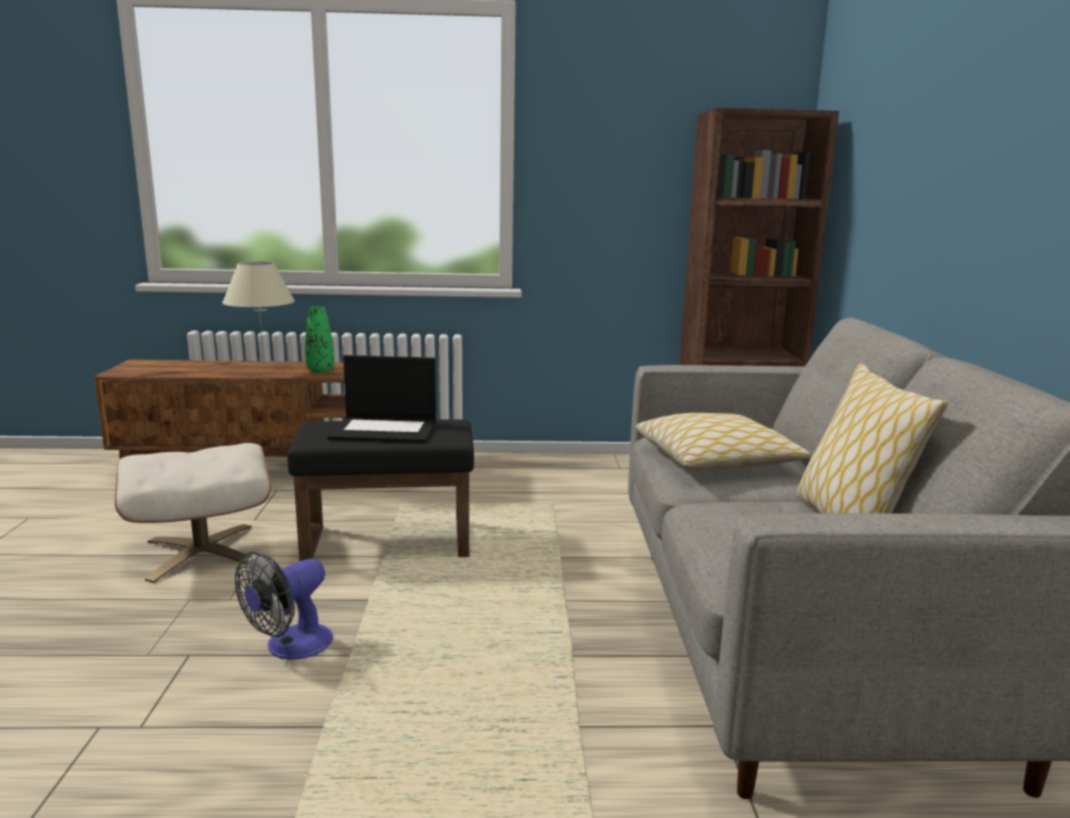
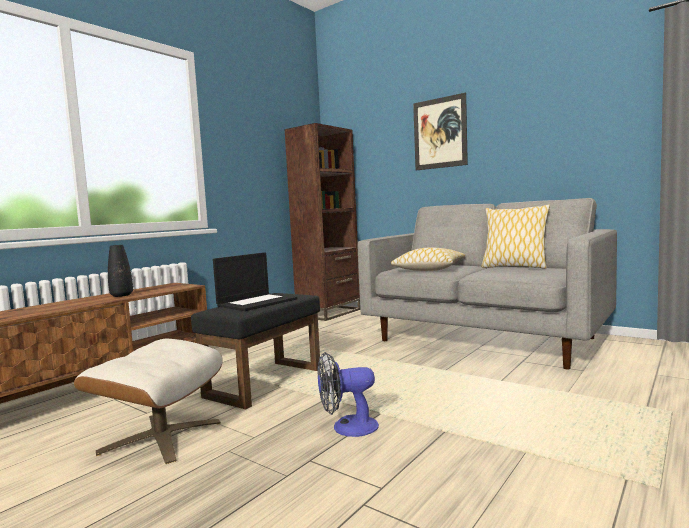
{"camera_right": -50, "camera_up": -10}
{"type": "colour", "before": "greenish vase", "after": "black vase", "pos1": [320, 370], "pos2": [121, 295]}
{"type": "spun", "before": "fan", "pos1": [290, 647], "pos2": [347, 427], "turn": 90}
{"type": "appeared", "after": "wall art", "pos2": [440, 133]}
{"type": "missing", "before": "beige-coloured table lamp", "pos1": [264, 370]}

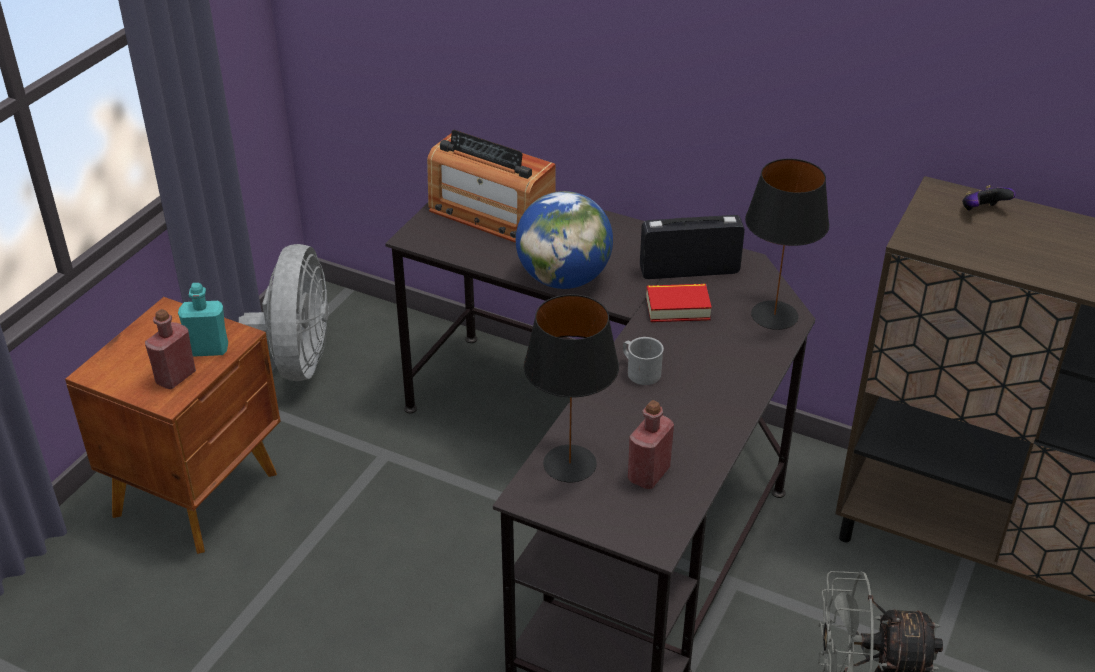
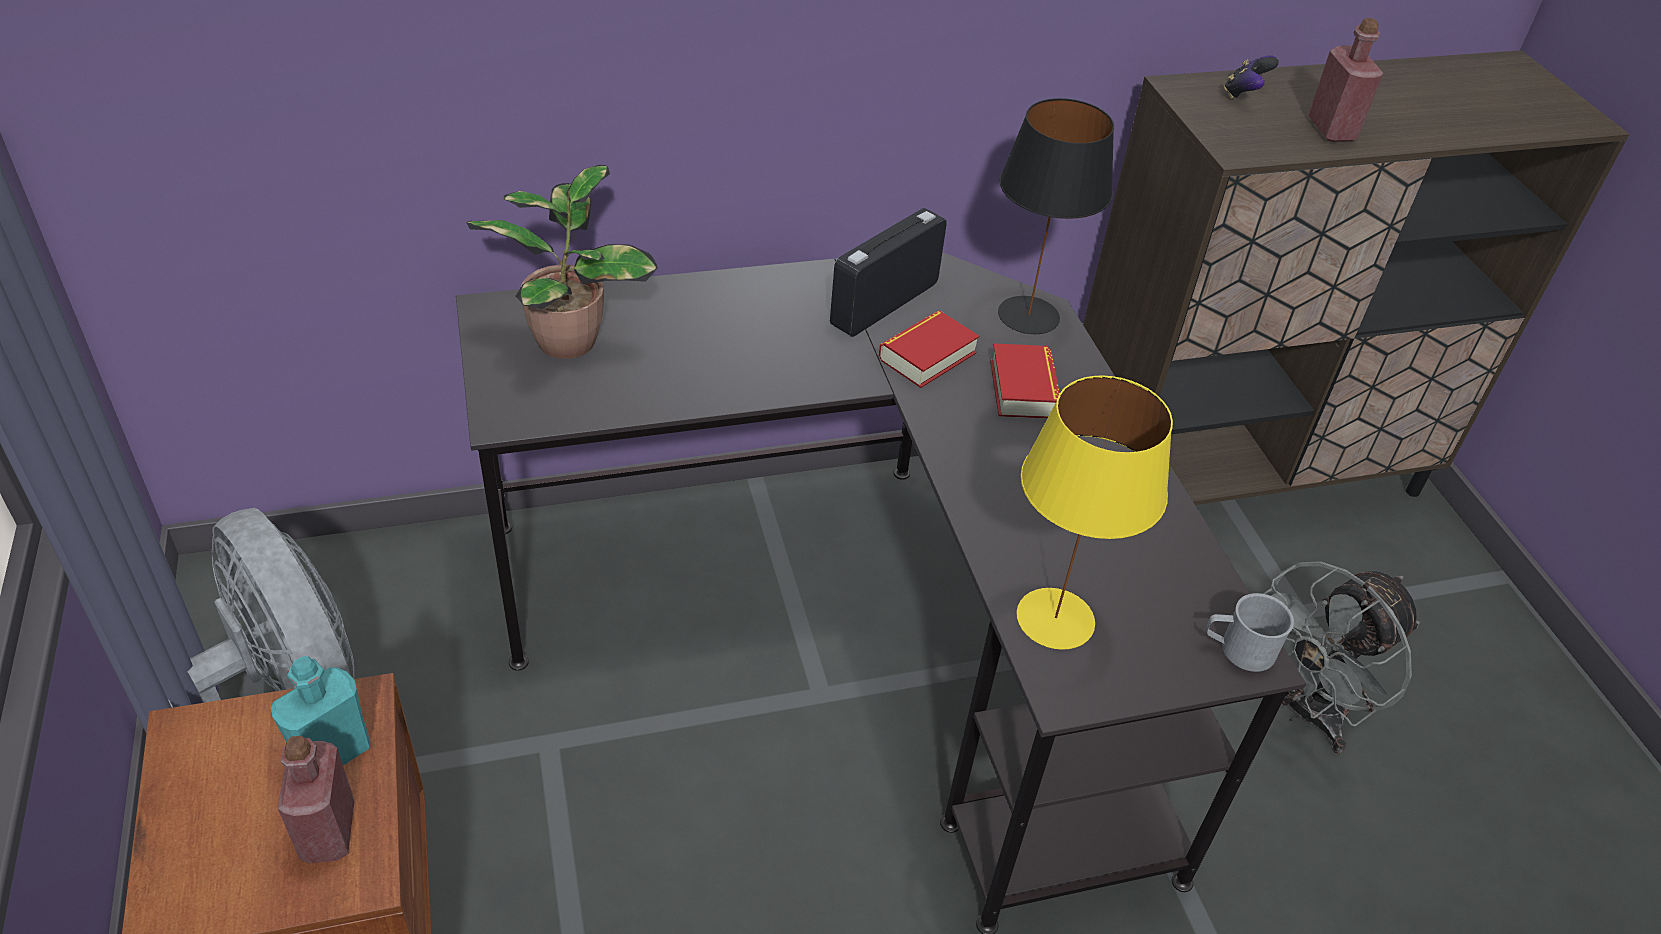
{"camera_right": -45, "camera_up": 5}
{"type": "exchanged", "before": "radio receiver", "after": "houseplant", "pos1": [491, 214], "pos2": [569, 338]}
{"type": "appeared", "after": "book", "pos2": [1023, 389]}
{"type": "colour", "before": "black table lamp", "after": "yellowish table lamp", "pos1": [569, 464], "pos2": [1055, 620]}
{"type": "relocated", "before": "grey mug", "pos1": [640, 371], "pos2": [1238, 649]}
{"type": "relocated", "before": "red drink bottle", "pos1": [648, 474], "pos2": [1331, 129]}
{"type": "missing", "before": "desk globe", "pos1": [563, 279]}

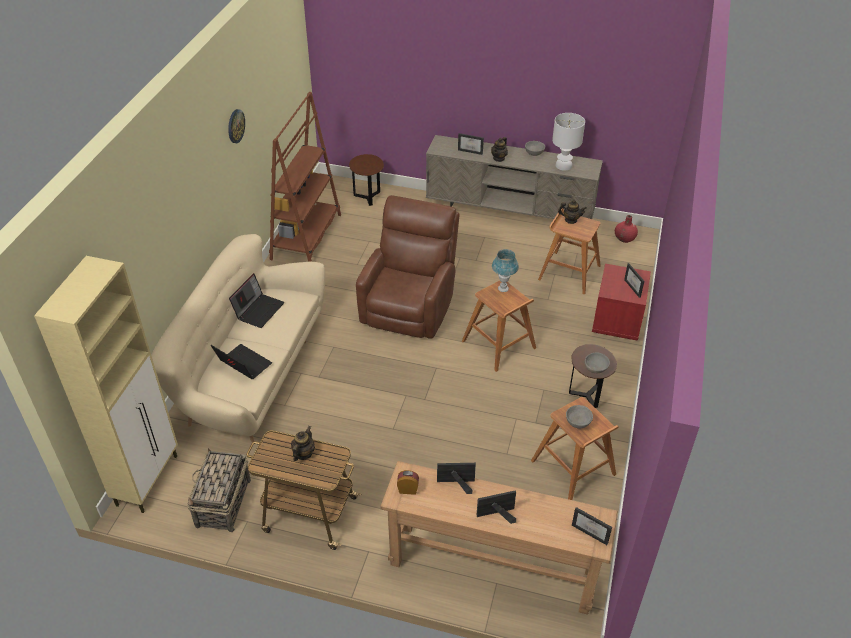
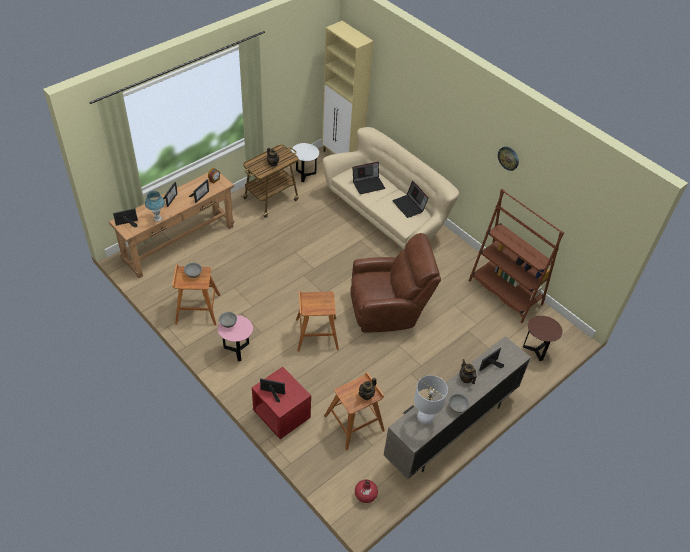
{"camera_right": 120, "camera_up": 5}
{"type": "relocated", "before": "blue table lamp", "pos1": [503, 288], "pos2": [157, 218]}
{"type": "colour", "before": "brown-coloured end table", "after": "pinkish end table", "pos1": [587, 395], "pos2": [237, 350]}
{"type": "exchanged", "before": "basket", "after": "white end table", "pos1": [223, 503], "pos2": [305, 175]}
{"type": "spun", "before": "brown-coloured lounge chair", "pos1": [409, 307], "pos2": [388, 309], "turn": -60}

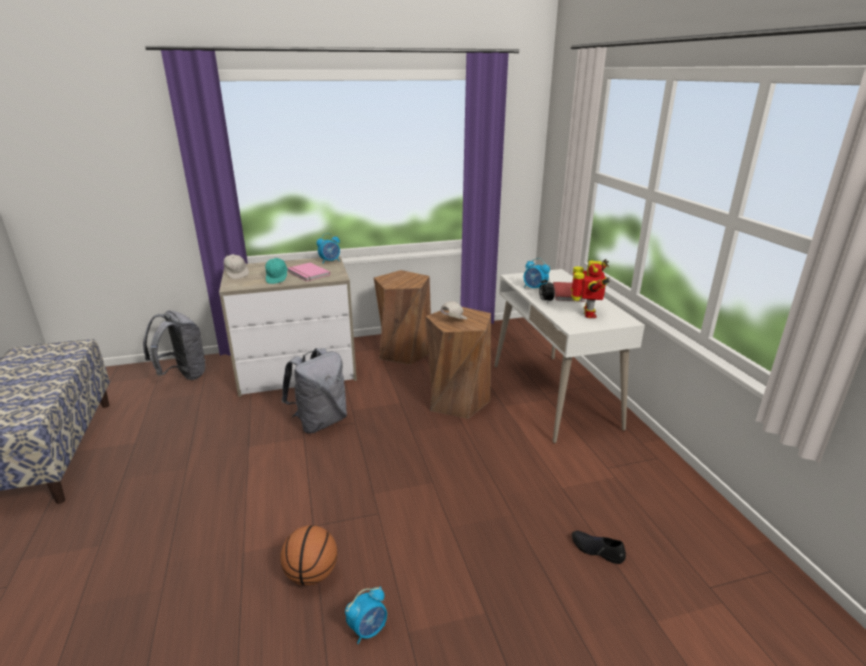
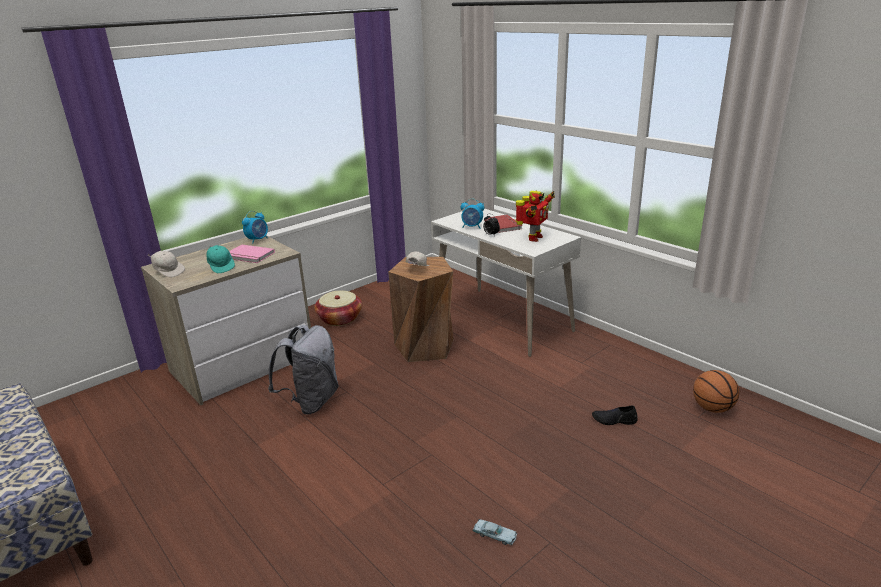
{"camera_right": -25, "camera_up": 0}
{"type": "exchanged", "before": "brown-coloured stool", "after": "basket", "pos1": [404, 351], "pos2": [340, 318]}
{"type": "exchanged", "before": "alarm clock", "after": "blue toy car", "pos1": [368, 629], "pos2": [494, 535]}
{"type": "spun", "before": "robot figure", "pos1": [587, 314], "pos2": [533, 238], "turn": 45}
{"type": "relocated", "before": "basketball ball", "pos1": [311, 574], "pos2": [712, 408]}
{"type": "missing", "before": "grey rucksack", "pos1": [183, 375]}

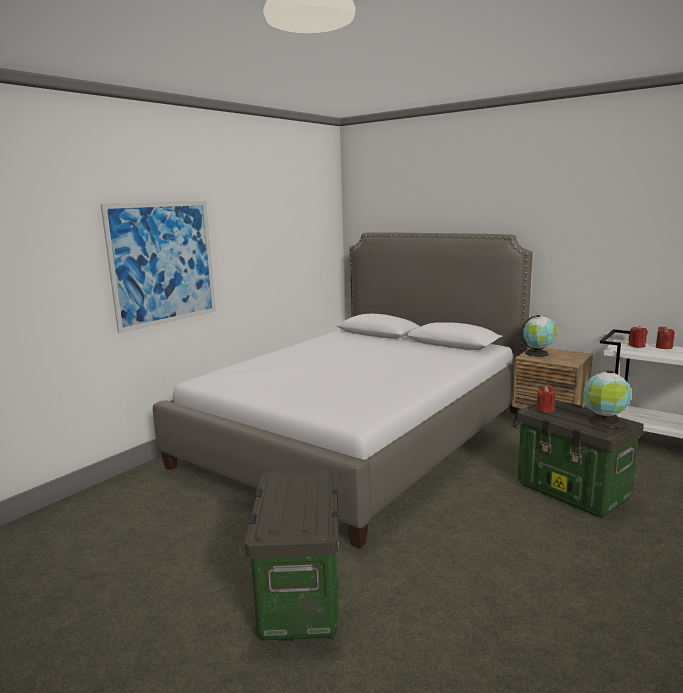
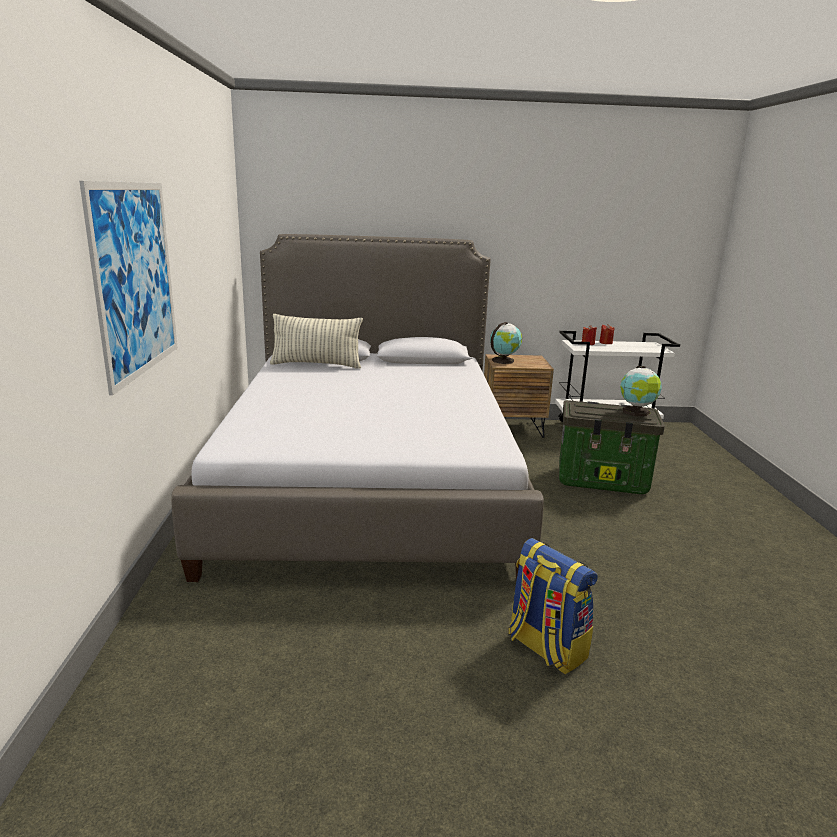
{"camera_right": -40, "camera_up": 5}
{"type": "appeared", "after": "throw pillow", "pos2": [316, 365]}
{"type": "exchanged", "before": "storage box", "after": "rucksack", "pos1": [299, 596], "pos2": [545, 648]}
{"type": "missing", "before": "red wax light", "pos1": [545, 409]}

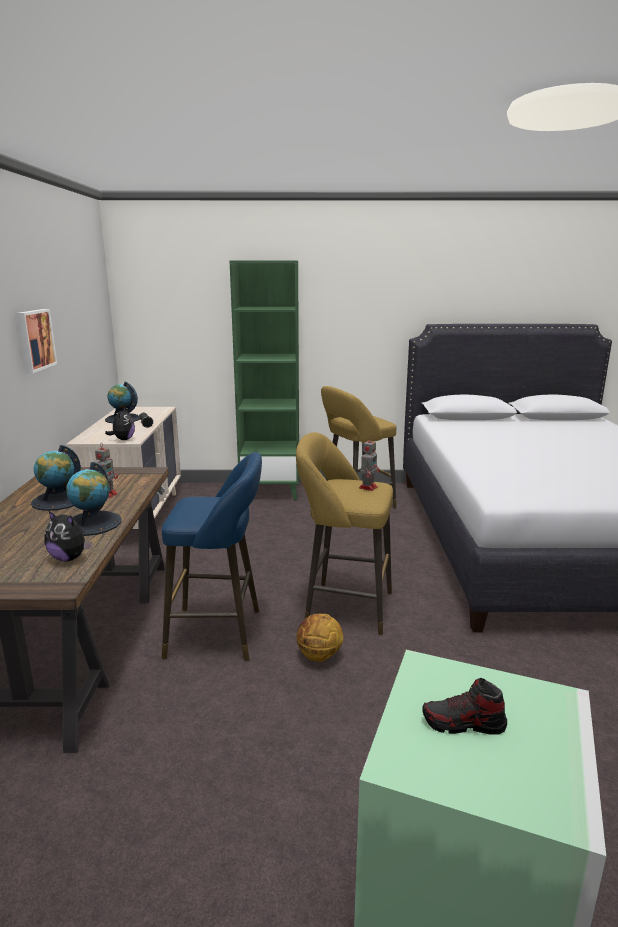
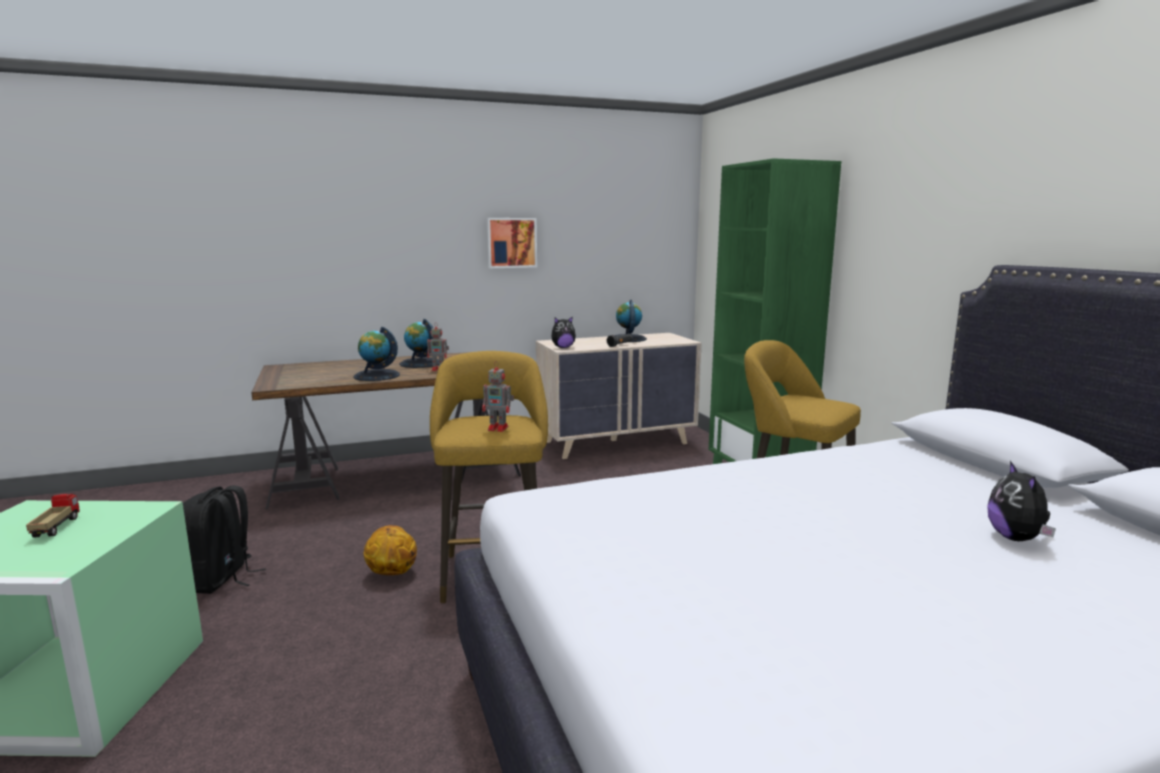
{"camera_right": 70, "camera_up": -5}
{"type": "exchanged", "before": "shoe", "after": "toy lorry", "pos1": [463, 723], "pos2": [56, 527]}
{"type": "appeared", "after": "black rucksack", "pos2": [220, 579]}
{"type": "relocated", "before": "cuddly toy", "pos1": [69, 558], "pos2": [1016, 538]}
{"type": "missing", "before": "blue stool", "pos1": [220, 633]}

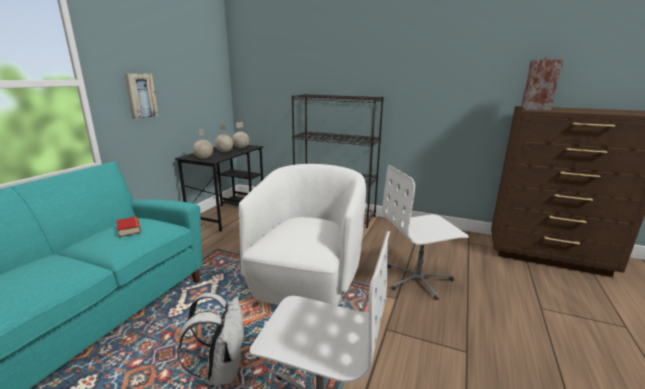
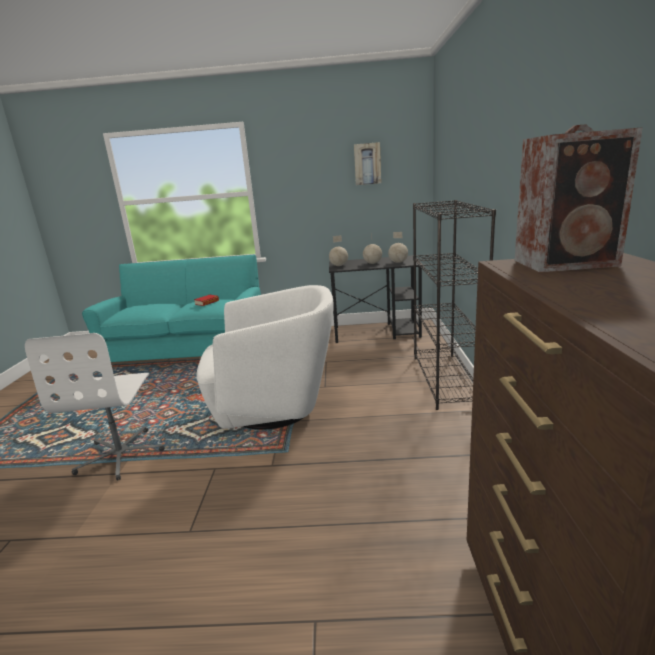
{"camera_right": 70, "camera_up": 0}
{"type": "relocated", "before": "wall art", "pos1": [140, 95], "pos2": [367, 164]}
{"type": "missing", "before": "white rucksack", "pos1": [222, 370]}
{"type": "missing", "before": "white office chair", "pos1": [418, 279]}

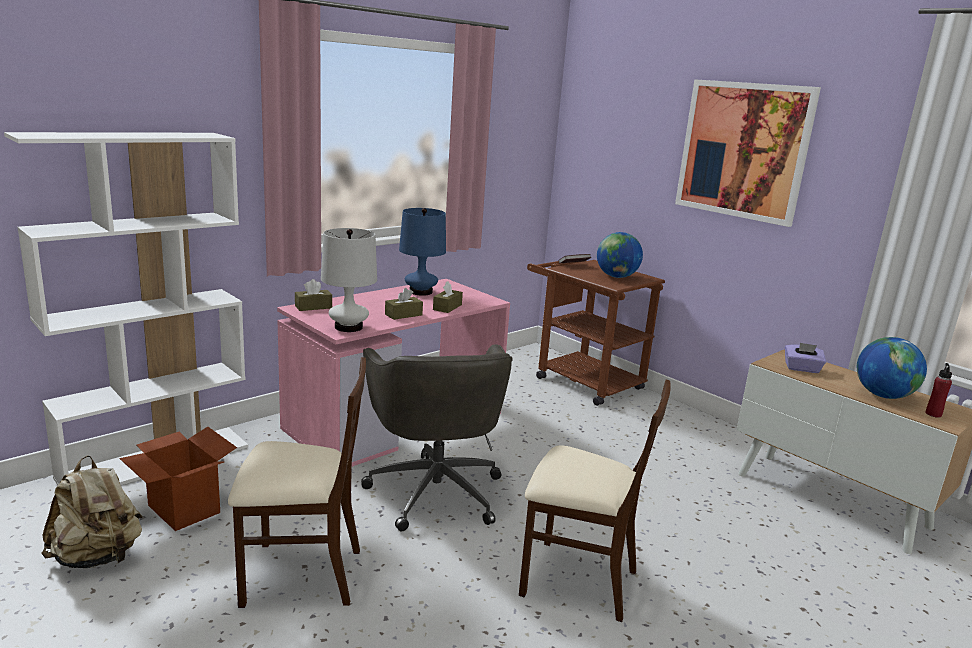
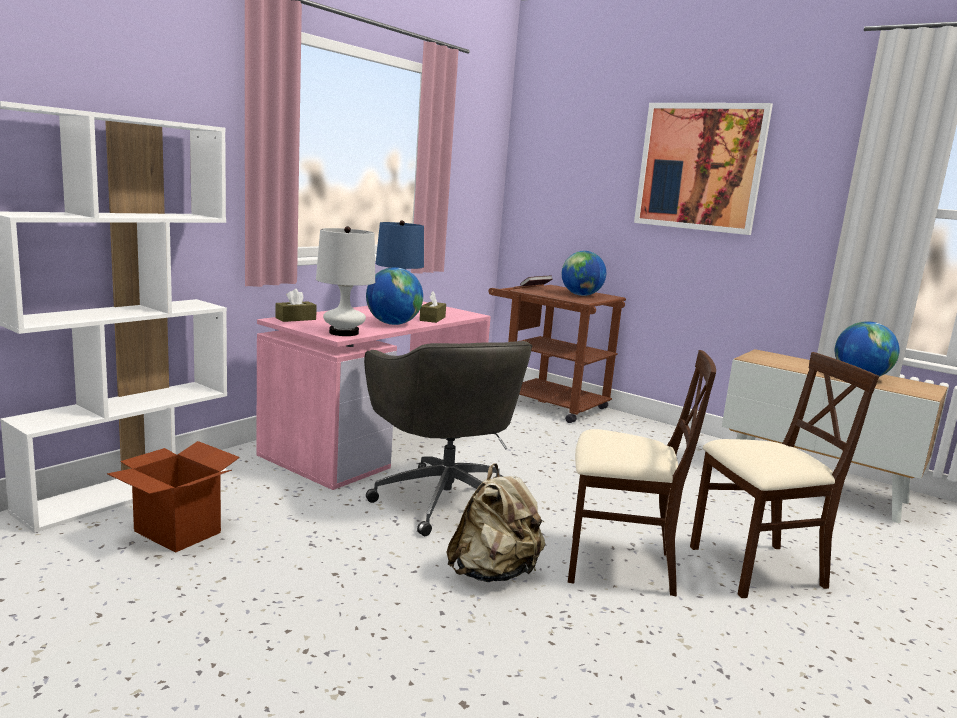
{"camera_right": -10, "camera_up": -5}
{"type": "exchanged", "before": "brown-coloured tissue box", "after": "desk globe", "pos1": [403, 315], "pos2": [393, 324]}
{"type": "relocated", "before": "beige-coloured rucksack", "pos1": [98, 557], "pos2": [493, 573]}
{"type": "relocated", "before": "beige-coloured chair", "pos1": [300, 575], "pos2": [756, 568]}
{"type": "missing", "before": "purplish tissue box", "pos1": [802, 369]}
{"type": "missing", "before": "red drink bottle", "pos1": [933, 414]}

